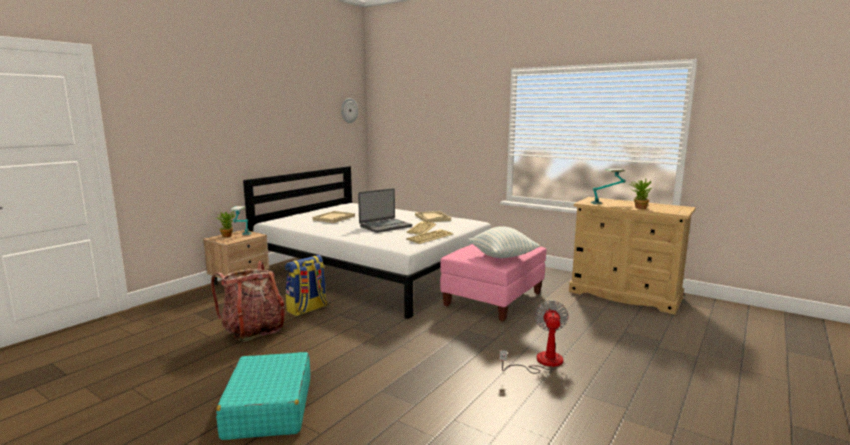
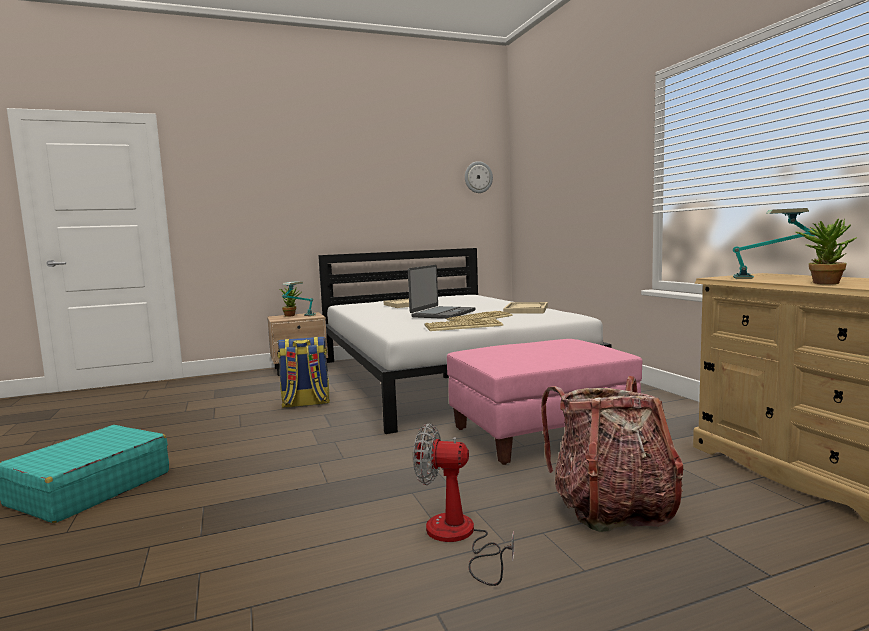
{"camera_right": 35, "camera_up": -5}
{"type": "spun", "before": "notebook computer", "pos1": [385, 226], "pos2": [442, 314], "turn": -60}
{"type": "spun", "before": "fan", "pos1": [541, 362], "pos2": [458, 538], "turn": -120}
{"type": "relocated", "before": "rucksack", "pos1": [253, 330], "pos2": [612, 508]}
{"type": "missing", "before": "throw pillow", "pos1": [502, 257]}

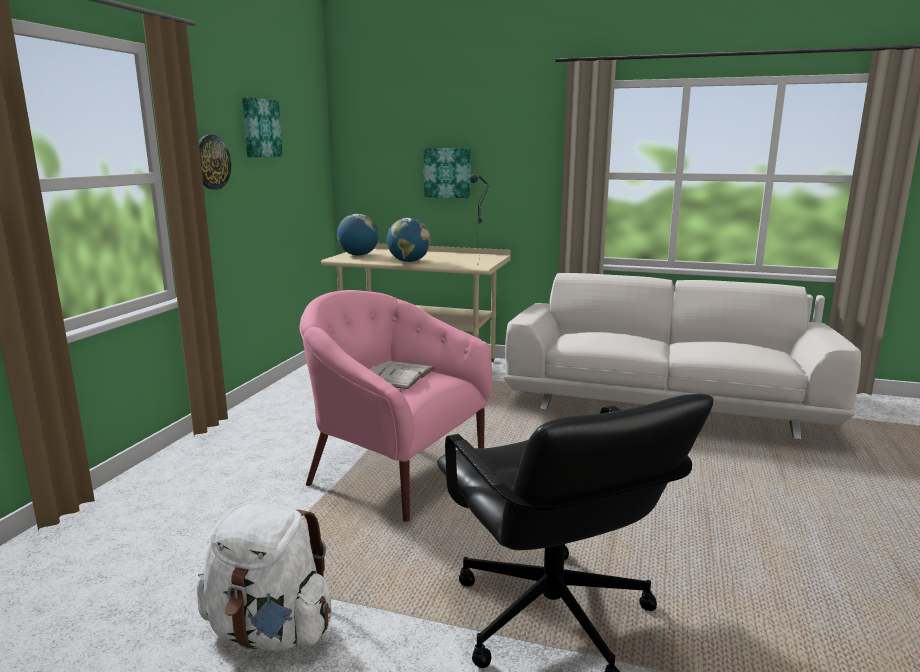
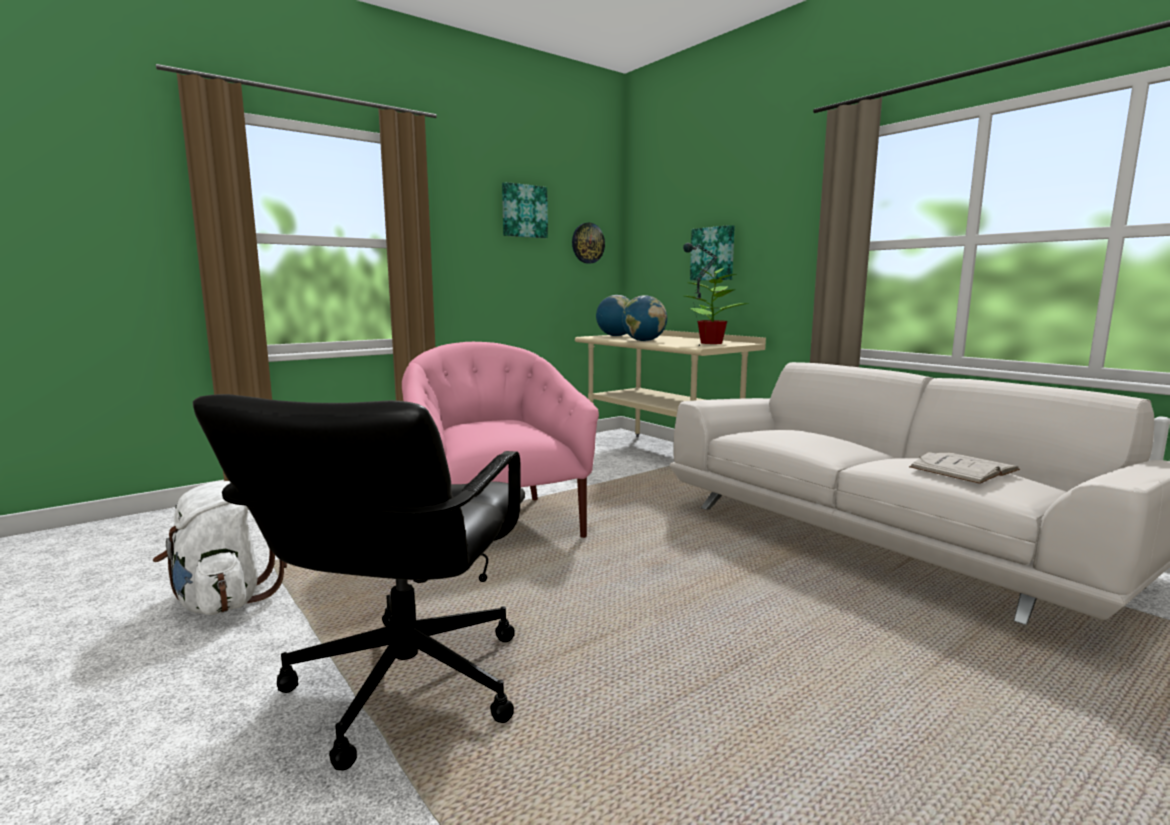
{"camera_right": 35, "camera_up": -5}
{"type": "relocated", "before": "hanging clock", "pos1": [211, 162], "pos2": [587, 243]}
{"type": "appeared", "after": "houseplant", "pos2": [710, 343]}
{"type": "relocated", "before": "white book", "pos1": [398, 375], "pos2": [964, 468]}

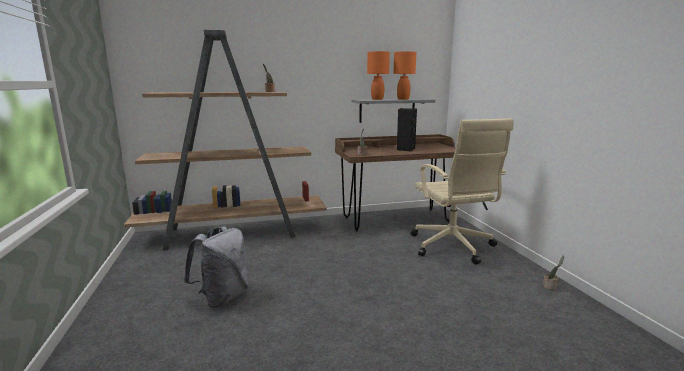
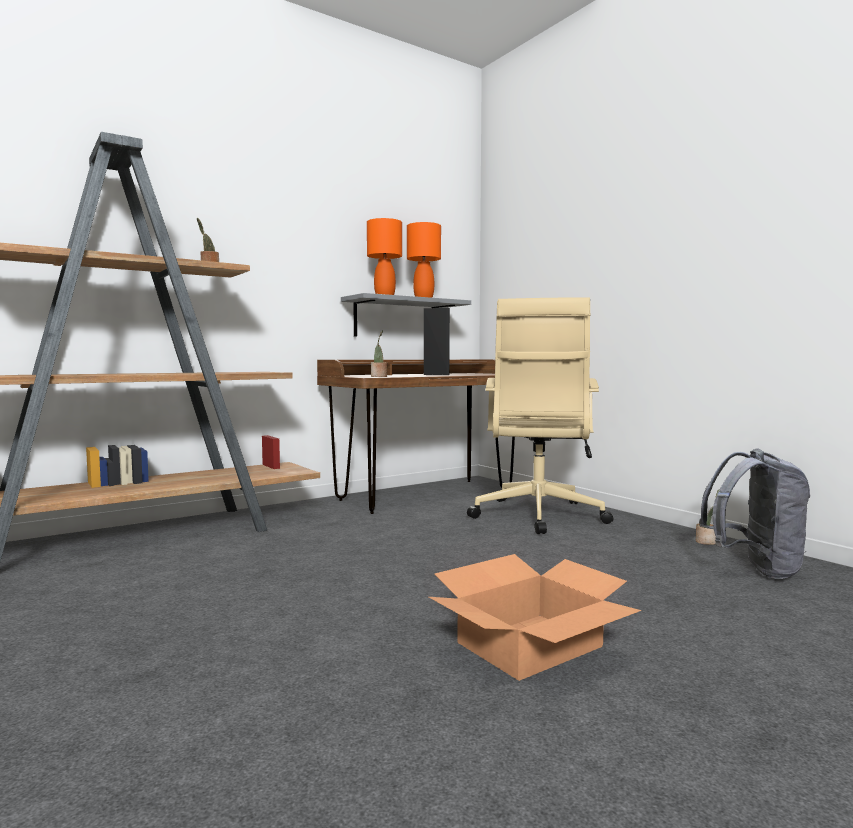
{"camera_right": -20, "camera_up": -10}
{"type": "appeared", "after": "packing box", "pos2": [530, 645]}
{"type": "spun", "before": "beige-coloured office chair", "pos1": [452, 247], "pos2": [537, 516], "turn": 45}
{"type": "relocated", "before": "grey rucksack", "pos1": [222, 297], "pos2": [755, 569]}

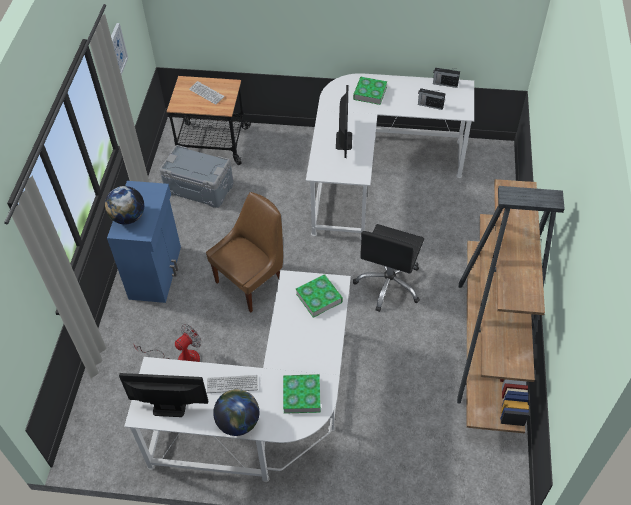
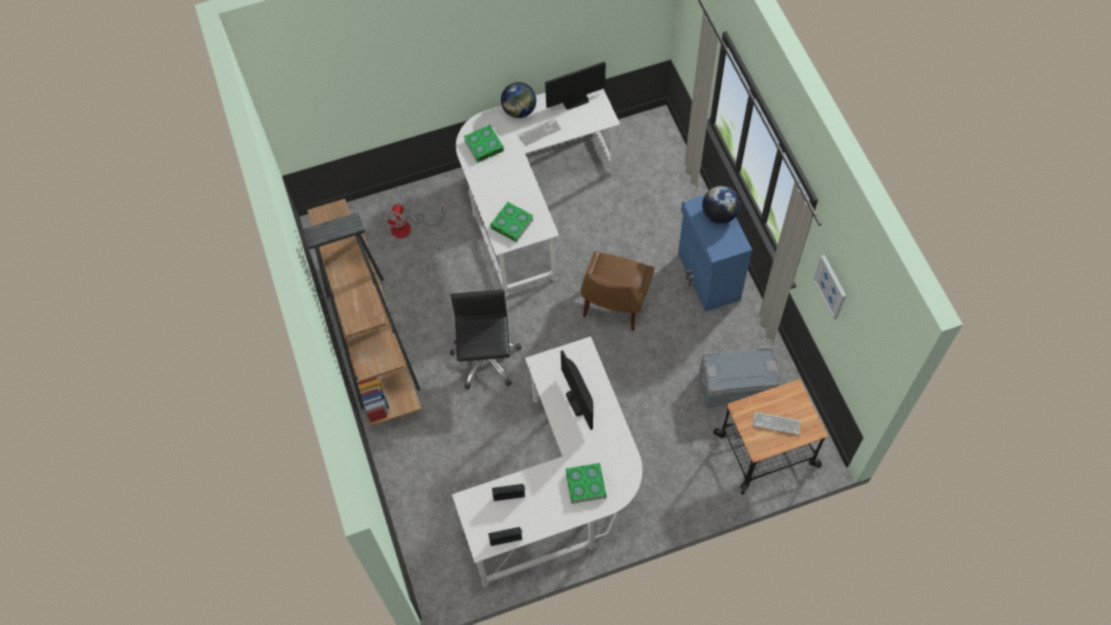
{"camera_right": 155, "camera_up": 10}
{"type": "relocated", "before": "fan", "pos1": [180, 359], "pos2": [408, 227]}

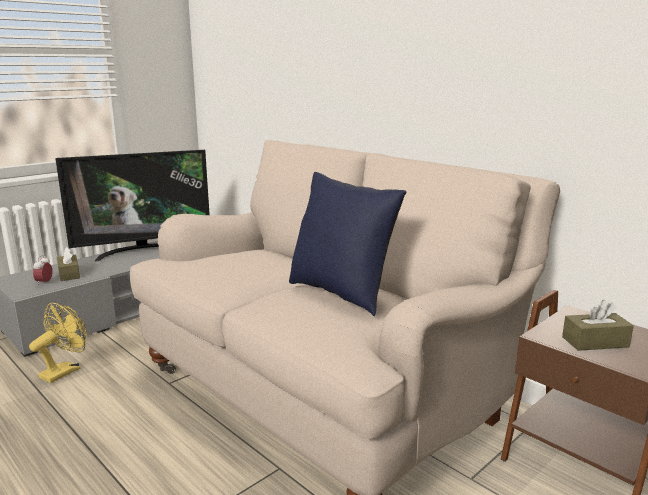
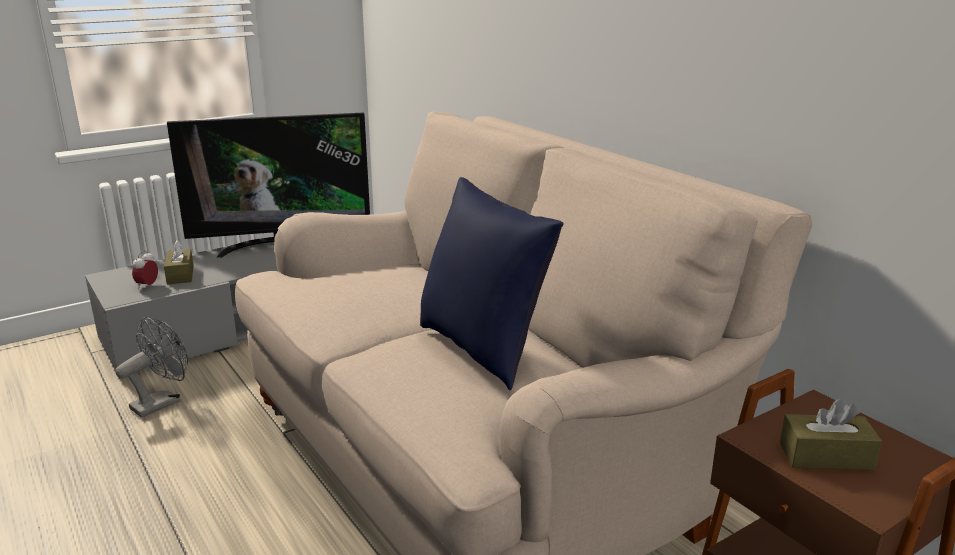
{"camera_right": 10, "camera_up": 5}
{"type": "colour", "before": "yellowish fan", "after": "grey fan", "pos1": [65, 371], "pos2": [162, 402]}

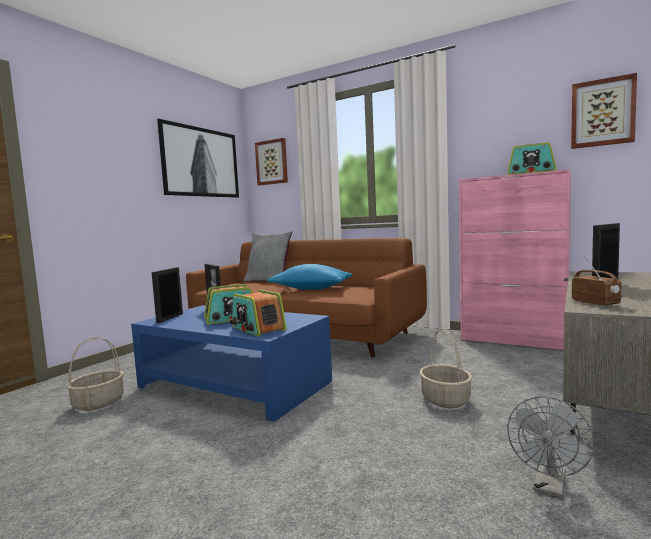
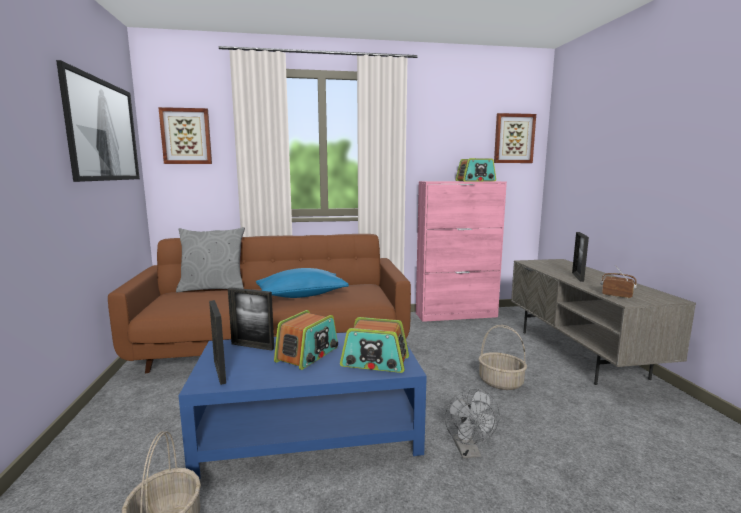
{"camera_right": -40, "camera_up": 5}
{"type": "relocated", "before": "grey fan", "pos1": [549, 487], "pos2": [468, 451]}

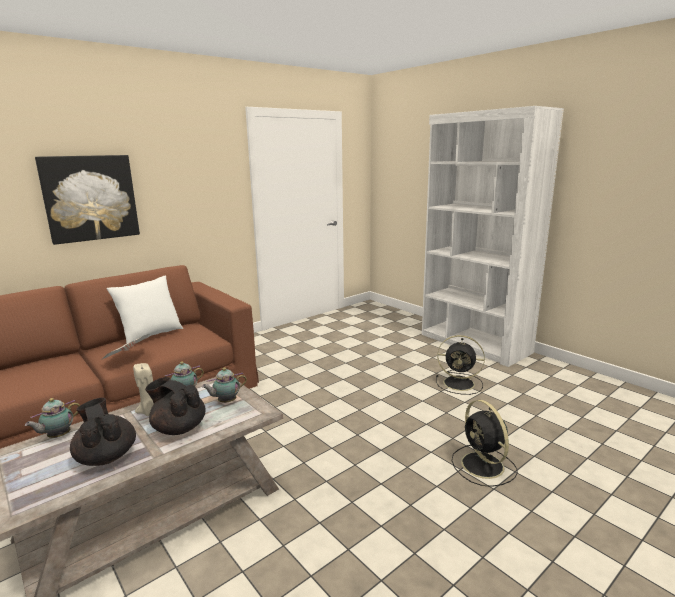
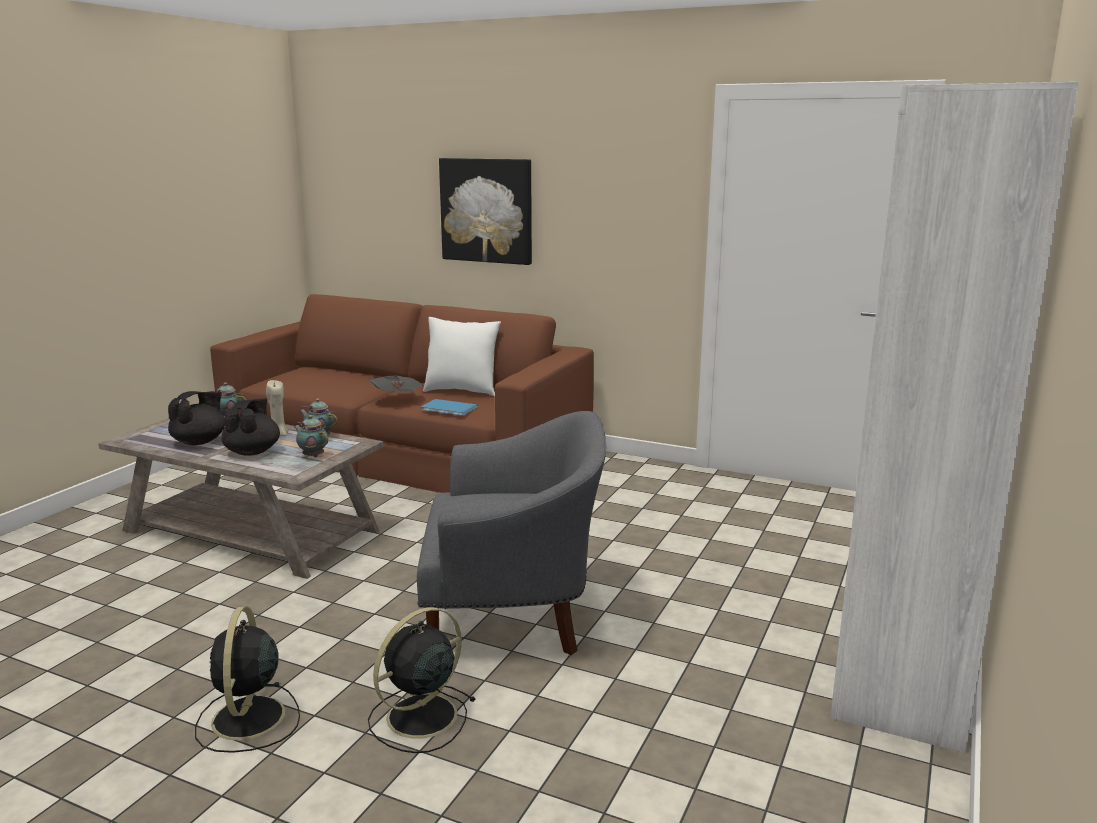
{"camera_right": 65, "camera_up": 0}
{"type": "relocated", "before": "black fan", "pos1": [460, 383], "pos2": [248, 720]}
{"type": "appeared", "after": "grey lounge chair", "pos2": [514, 616]}
{"type": "appeared", "after": "blue book", "pos2": [450, 409]}

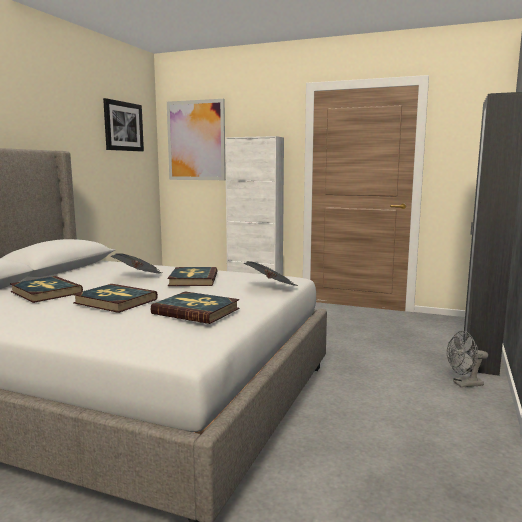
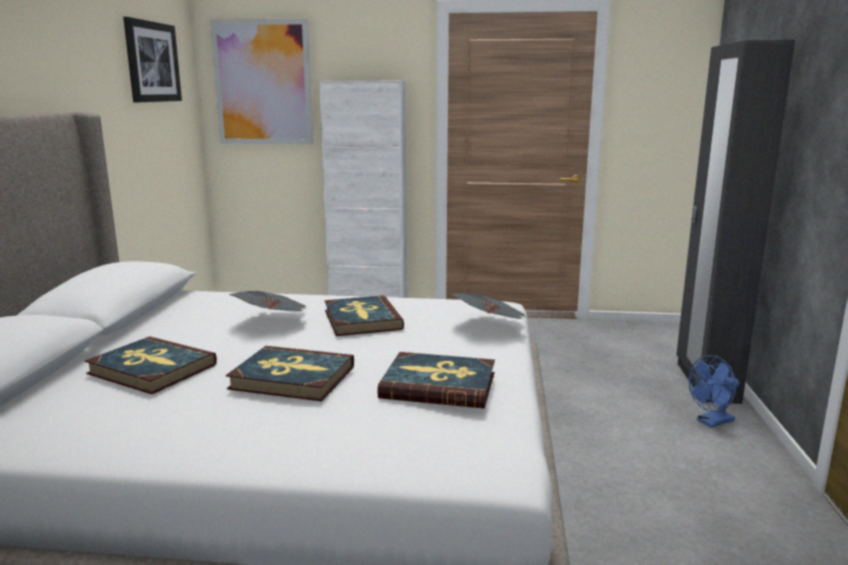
{"camera_right": -15, "camera_up": 5}
{"type": "colour", "before": "grey fan", "after": "blue fan", "pos1": [464, 384], "pos2": [711, 422]}

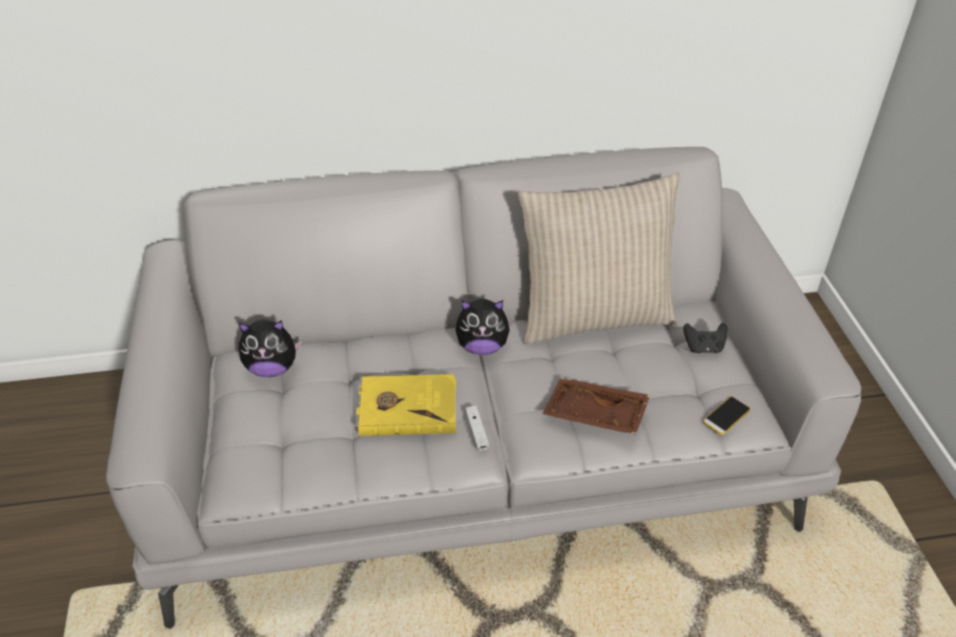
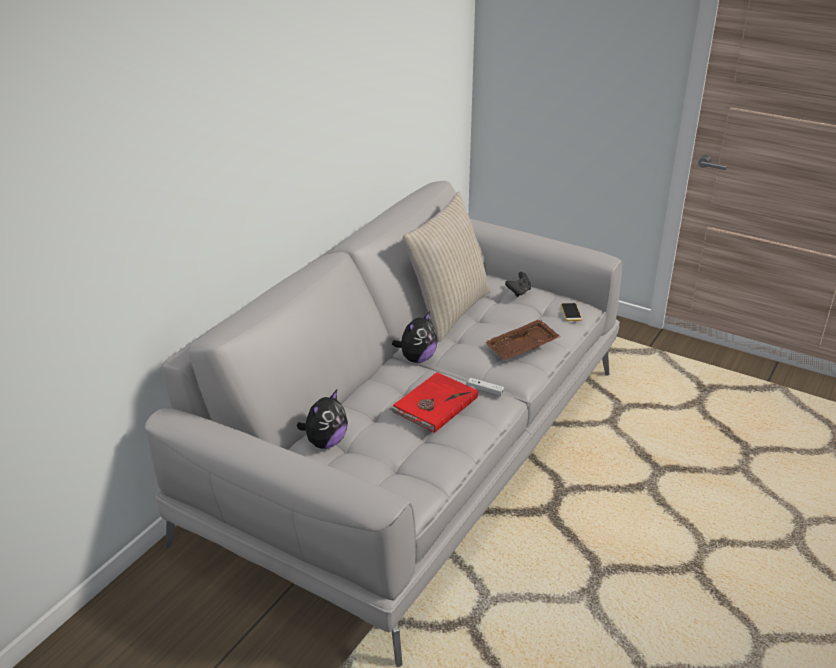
{"camera_right": -50, "camera_up": -10}
{"type": "colour", "before": "yellowish book", "after": "red book", "pos1": [407, 407], "pos2": [434, 405]}

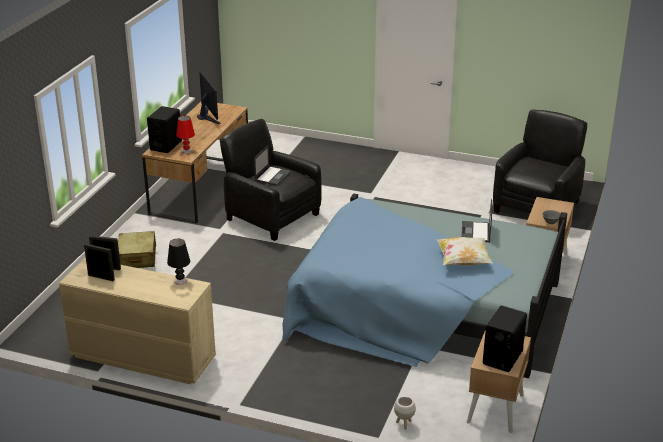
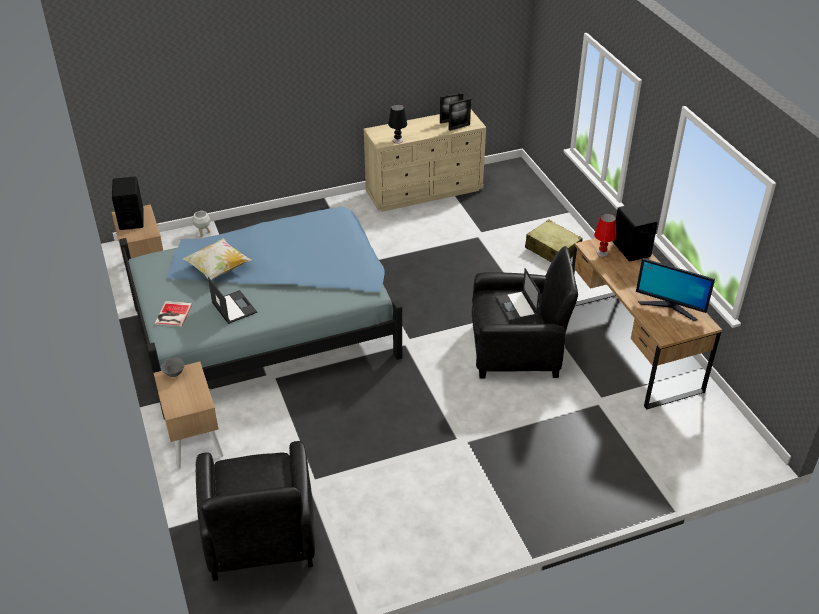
{"camera_right": 140, "camera_up": 10}
{"type": "appeared", "after": "book", "pos2": [172, 314]}

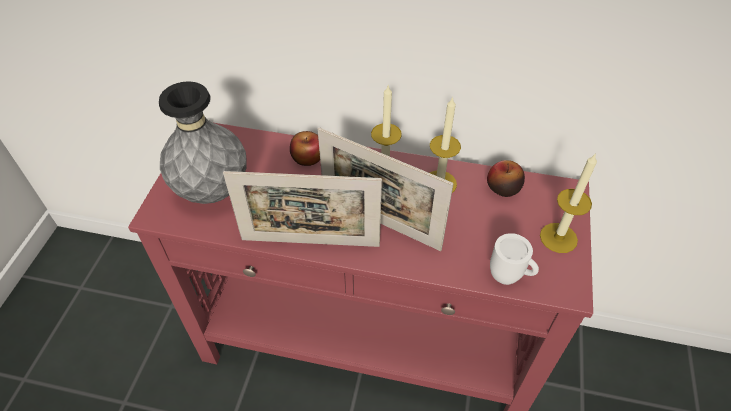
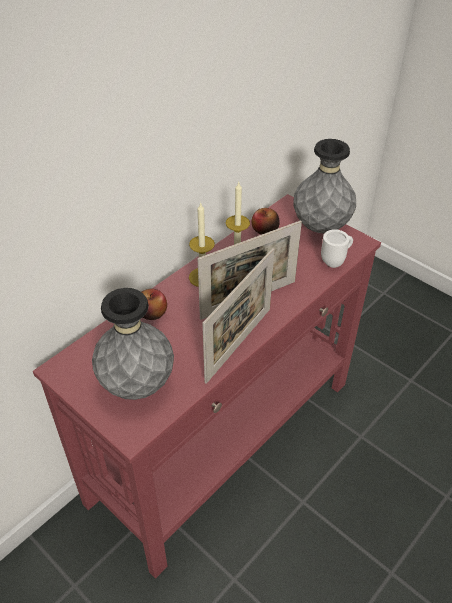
{"camera_right": -60, "camera_up": -5}
{"type": "exchanged", "before": "wax light", "after": "grey vase", "pos1": [558, 238], "pos2": [321, 227]}

